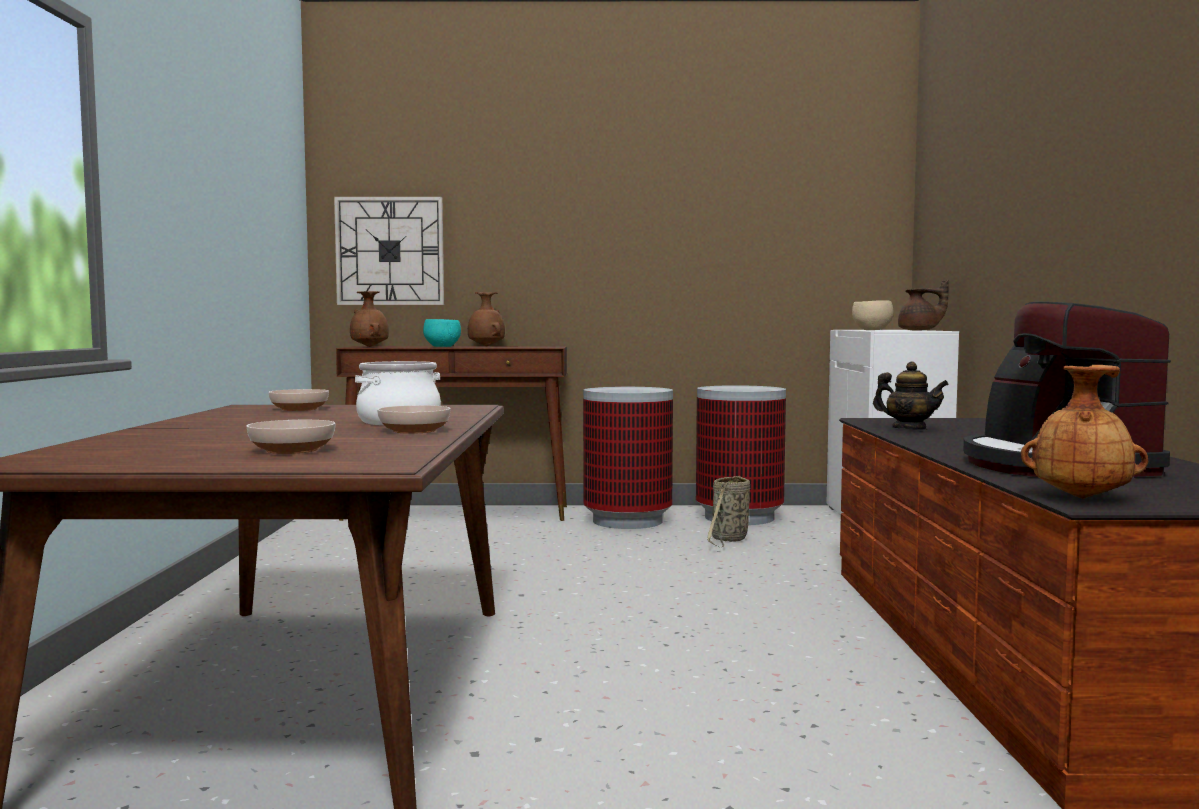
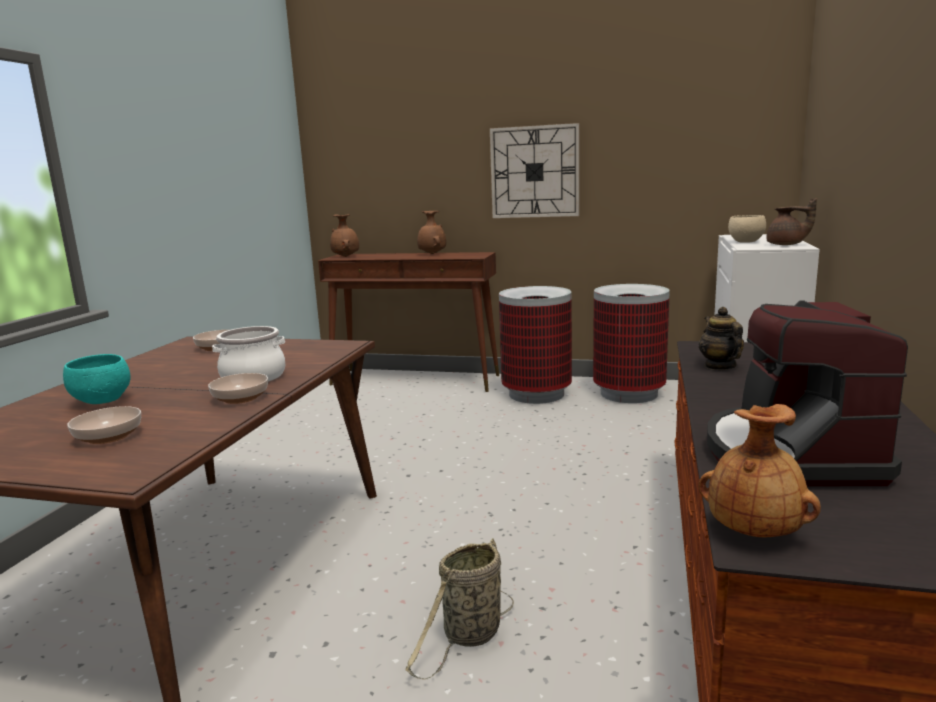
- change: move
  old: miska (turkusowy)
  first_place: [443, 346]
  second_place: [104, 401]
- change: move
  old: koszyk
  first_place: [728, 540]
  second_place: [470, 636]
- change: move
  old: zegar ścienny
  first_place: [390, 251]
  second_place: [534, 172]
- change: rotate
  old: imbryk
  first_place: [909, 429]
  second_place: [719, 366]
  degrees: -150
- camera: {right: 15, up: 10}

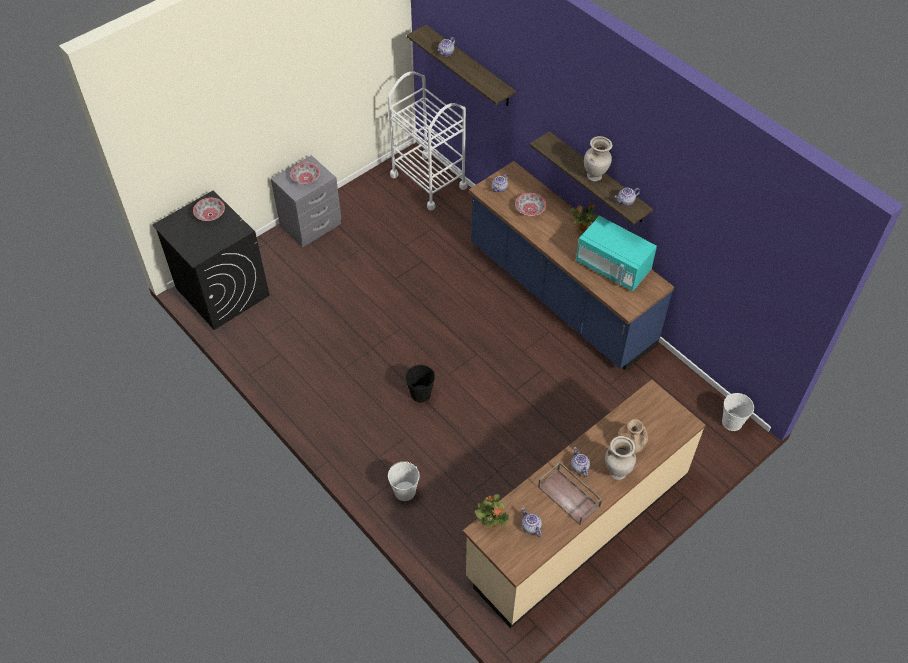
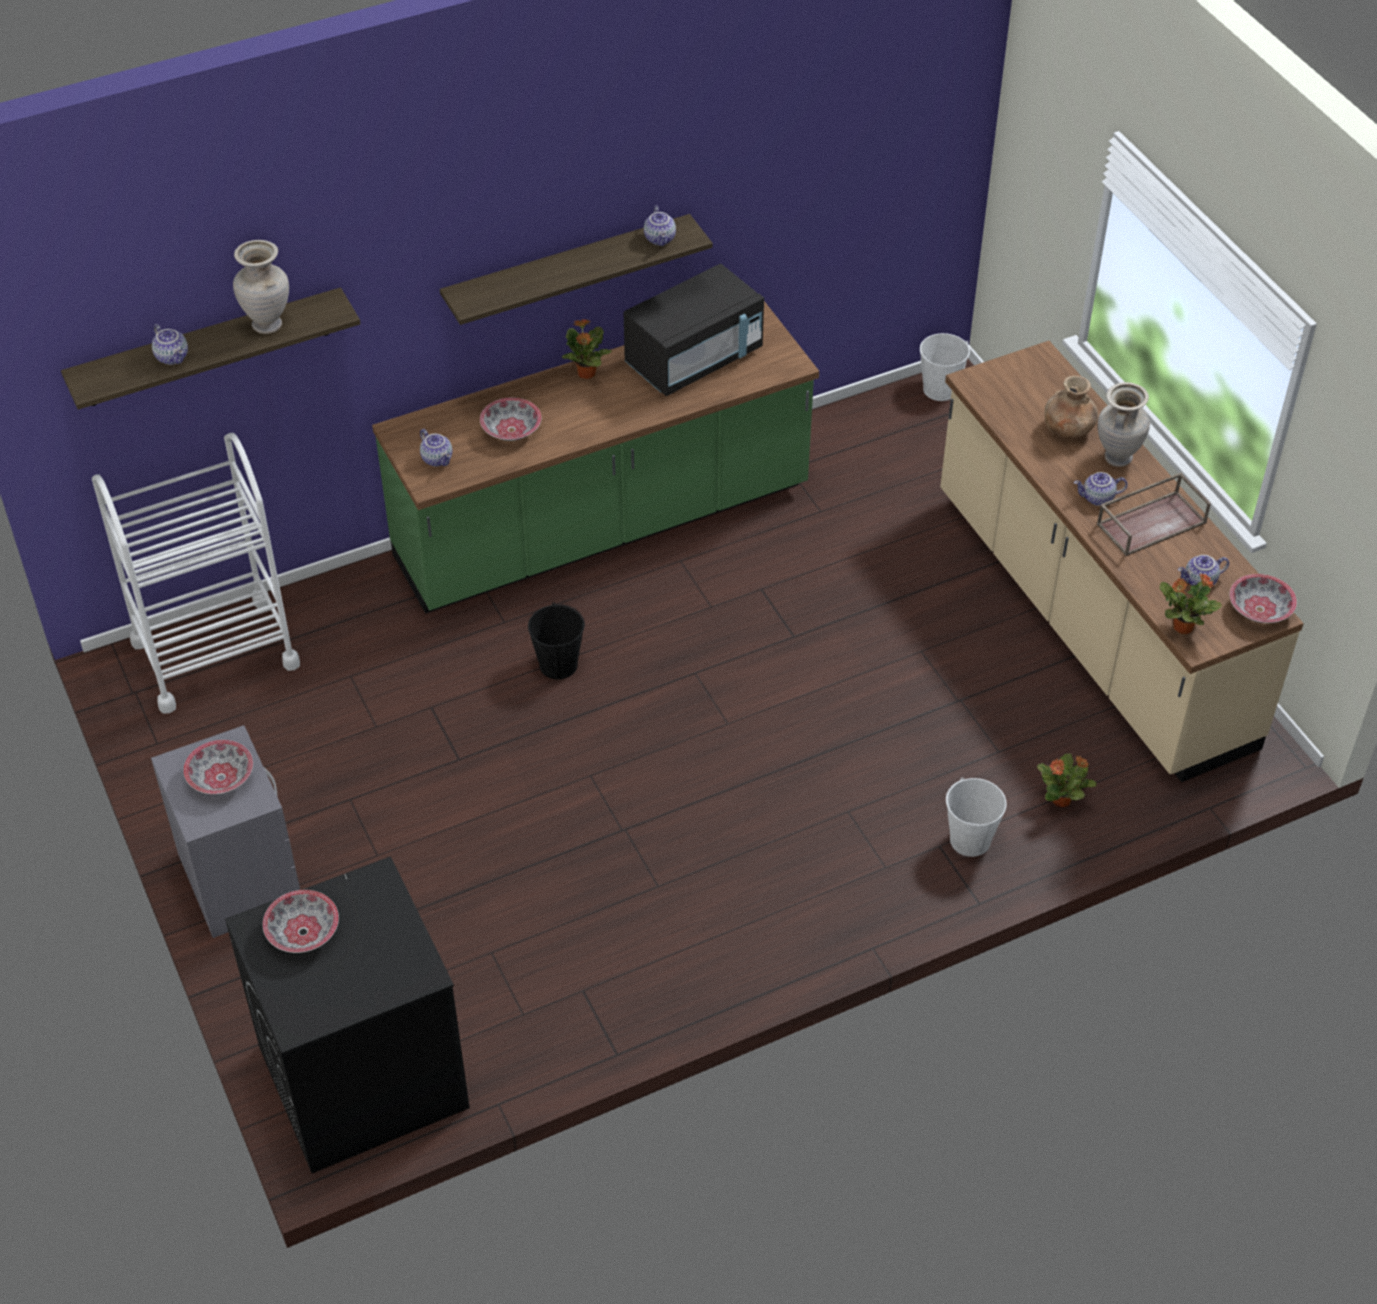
- change: move
  old: wazon (beżowy)
  first_place: [595, 177]
  second_place: [268, 324]
- change: recolor
  old: zabudowa kuchenna (niebieski)
  new: zabudowa kuchenna (zielony)
  first_place: [560, 295]
  second_place: [603, 526]
- change: move
  old: wiadro (czarny)
  first_place: [420, 393]
  second_place: [558, 665]
- change: recolor
  old: mikrofalówka (turkusowy)
  new: mikrofalówka (czarny)
  first_place: [613, 267]
  second_place: [694, 359]
- change: insert
  new: roślina doniczkowa
  second_place: [1062, 800]
- change: insert
  new: miska
  second_place: [1259, 609]
- camera: {right: -75, up: -5}

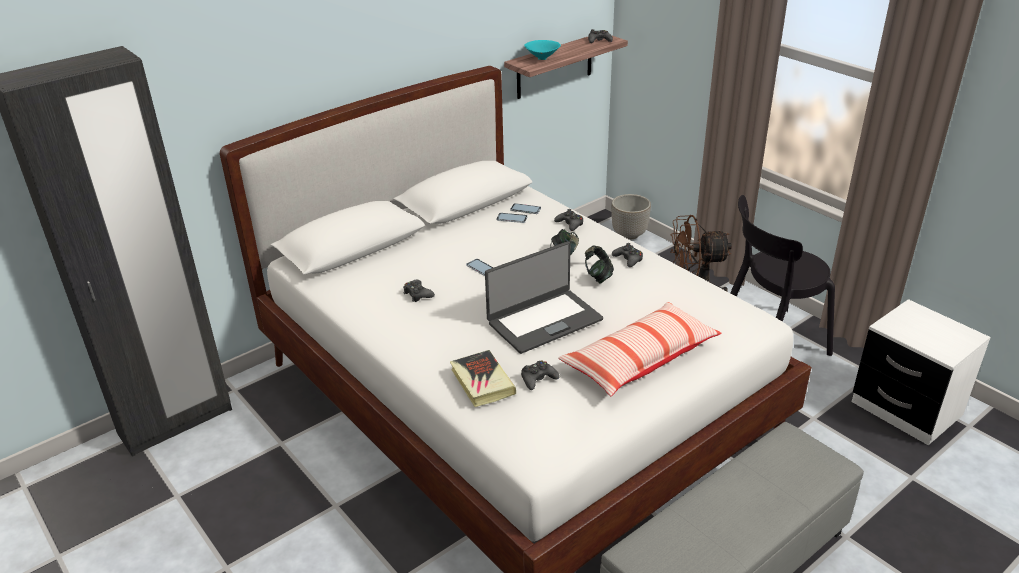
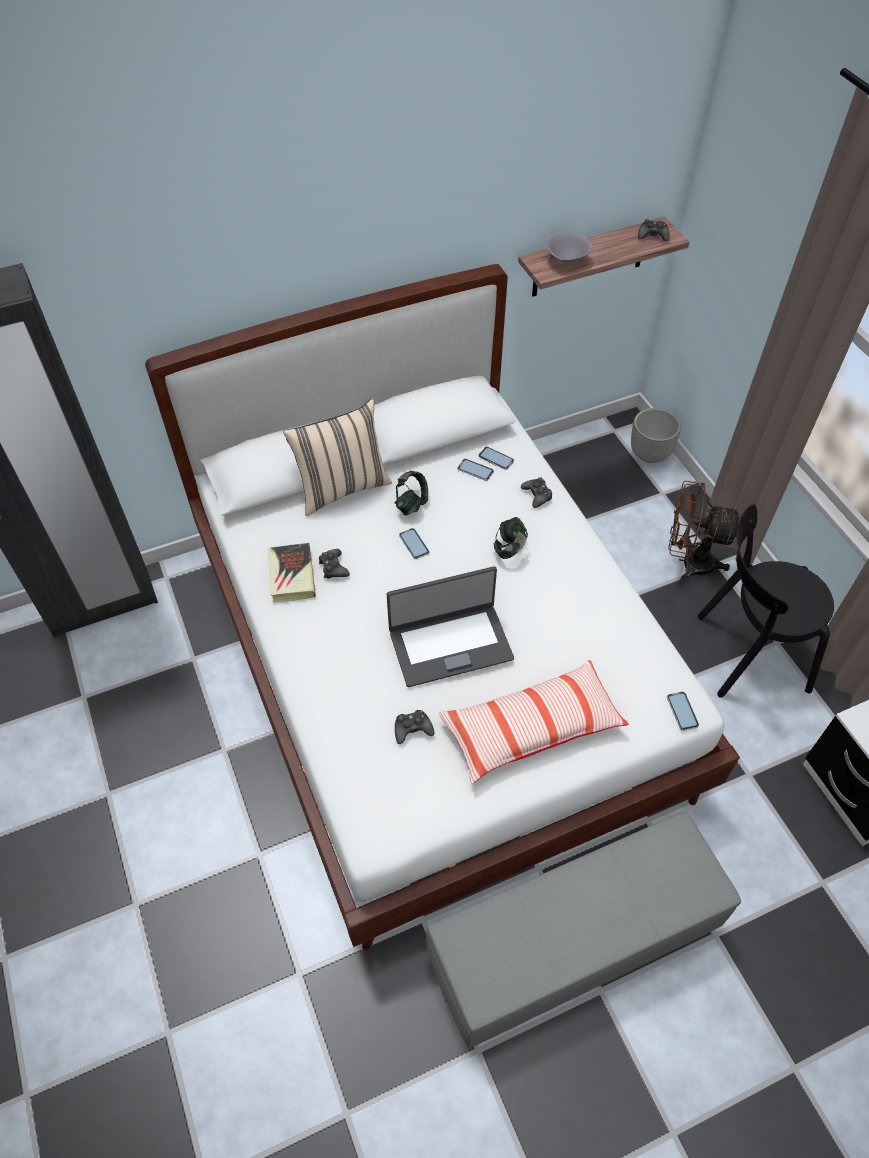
- change: move
  old: książka
  first_place: [482, 382]
  second_place: [291, 575]
- change: insert
  new: poduszka (beżowy)
  second_place: [342, 487]
- change: move
  old: słuchawki
  first_place: [598, 276]
  second_place: [411, 503]
- change: recolor
  old: miska (turkusowy)
  new: miska (szary)
  first_place: [542, 59]
  second_place: [566, 260]
- change: insert
  new: telefon
  second_place: [682, 711]
- change: delete
  old: pad do gier (czarny)
  first_place: [628, 259]
- camera: {right: 15, up: 20}

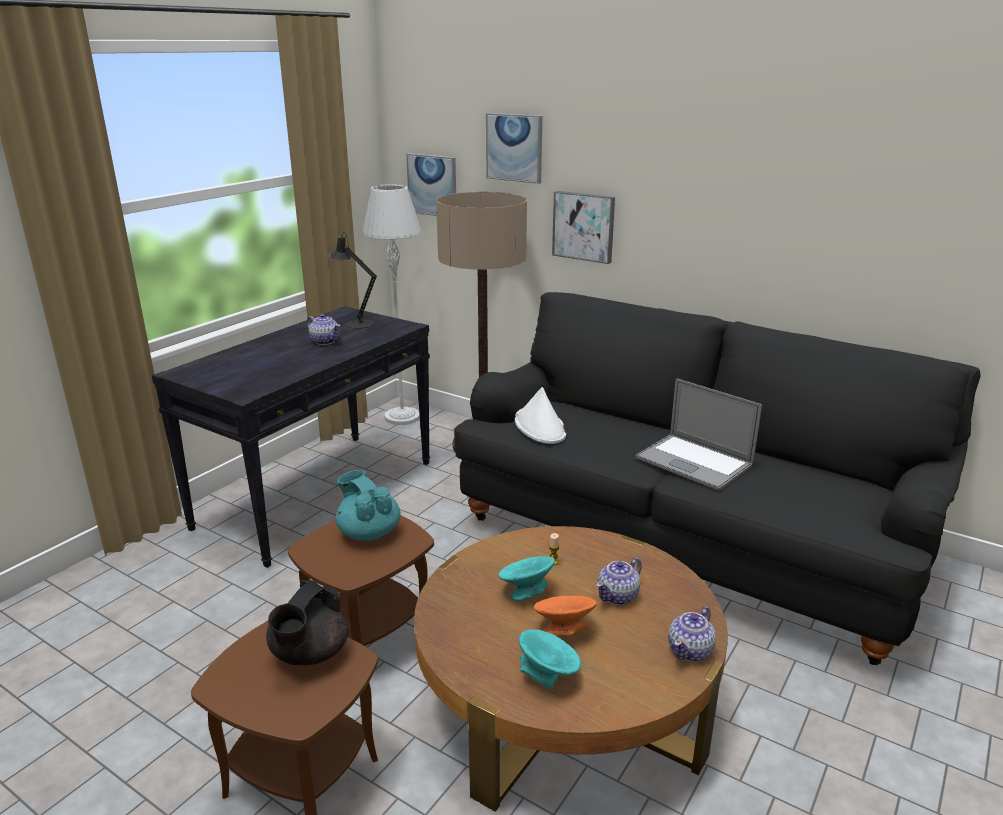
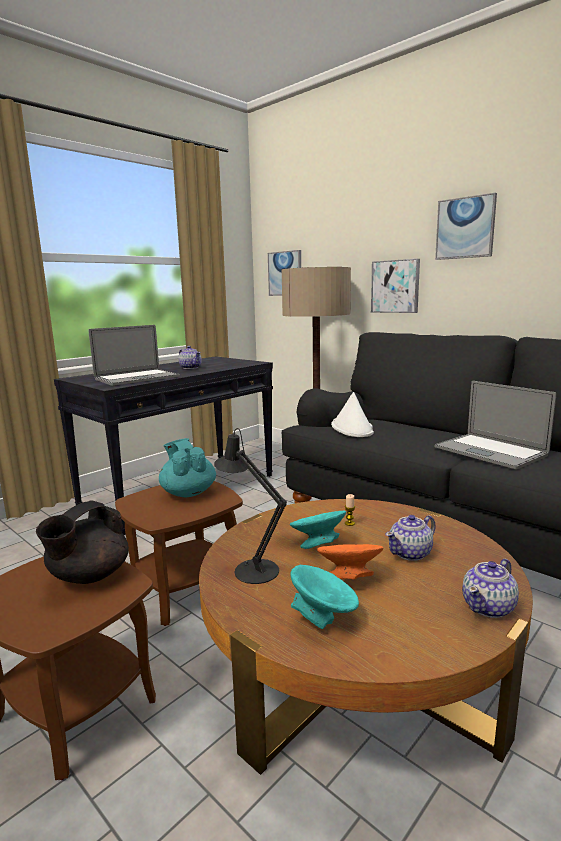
- change: insert
  new: laptop
  second_place: [137, 378]
- change: move
  old: lampa stołowa (czarny)
  first_place: [356, 323]
  second_place: [251, 568]
- change: move
  old: obraz
  first_place: [514, 147]
  second_place: [465, 228]
- change: delete
  old: lampa stojąca (szary)
  first_place: [402, 417]
- camera: {right: 10, up: -10}

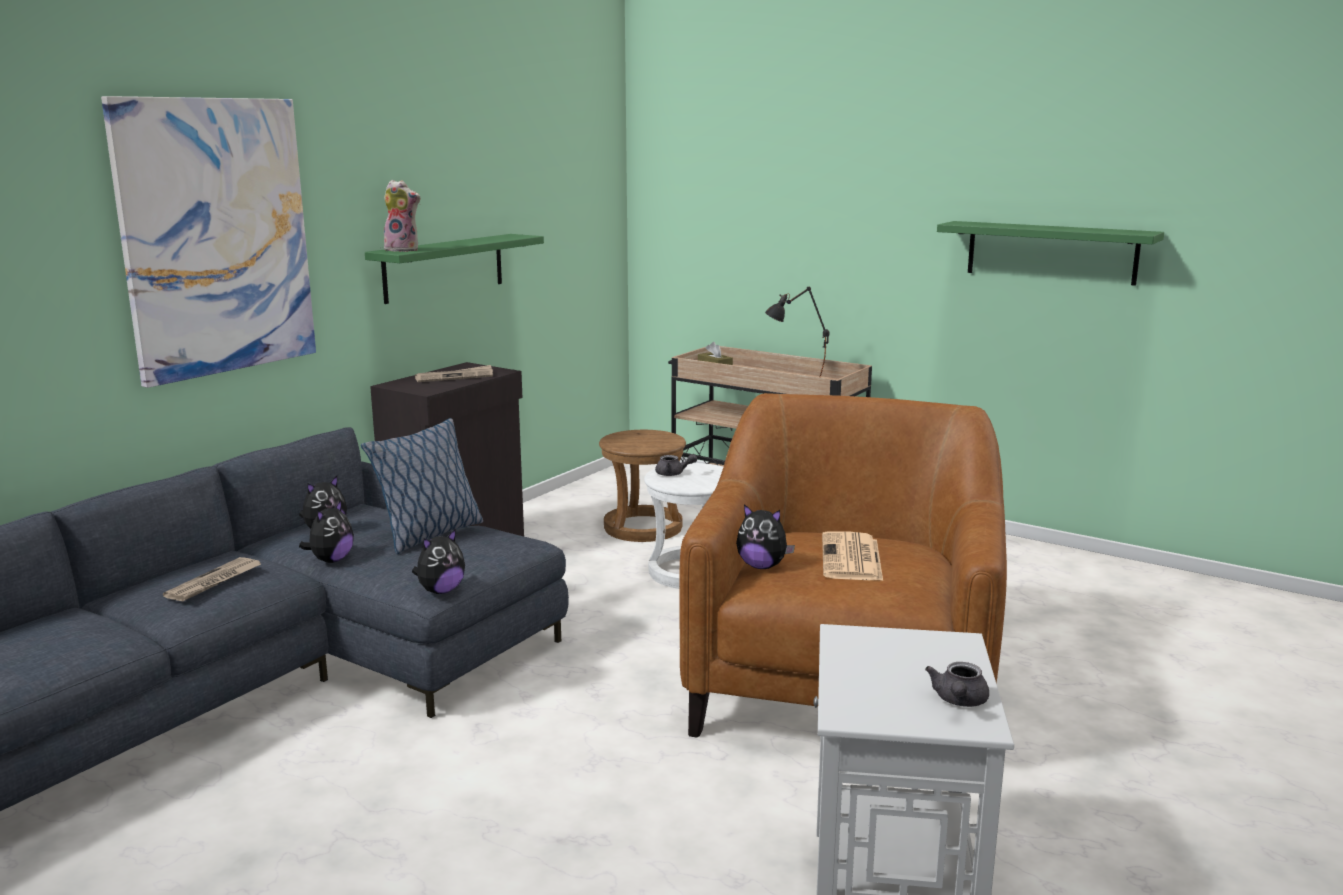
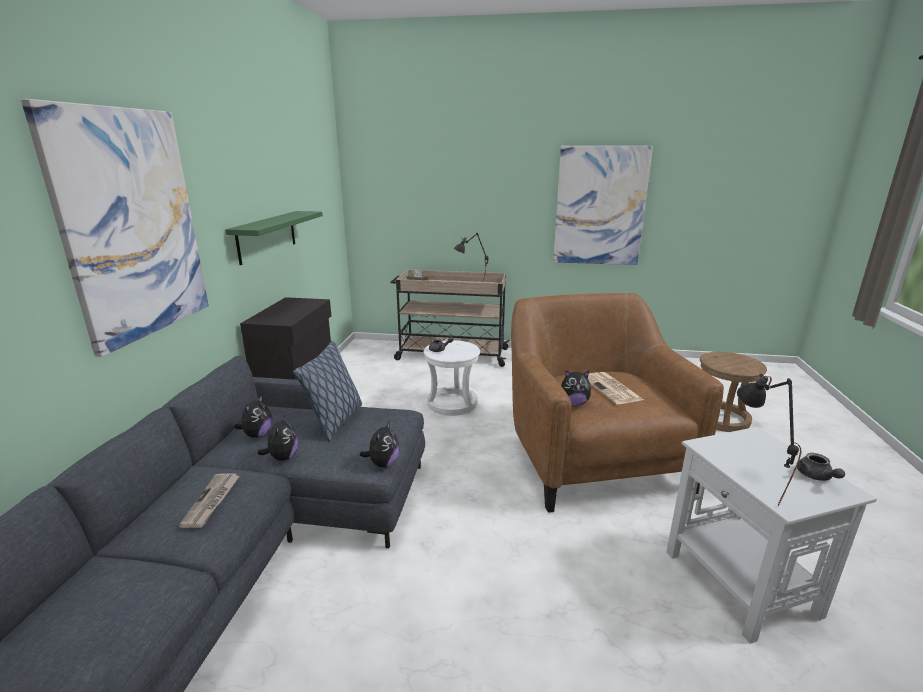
- change: replace
  old: półka (zielony)
  new: obraz
  first_place: [1051, 252]
  second_place: [599, 206]
- change: move
  old: stołek (brązowy)
  first_place: [643, 528]
  second_place: [721, 418]
- change: insert
  new: lampa stołowa (czarny)
  second_place: [749, 488]
- change: delete
  old: pluszak
  first_place: [404, 250]
- change: delete
  old: gazeta
  first_place: [455, 377]
- camera: {right: -25, up: 5}

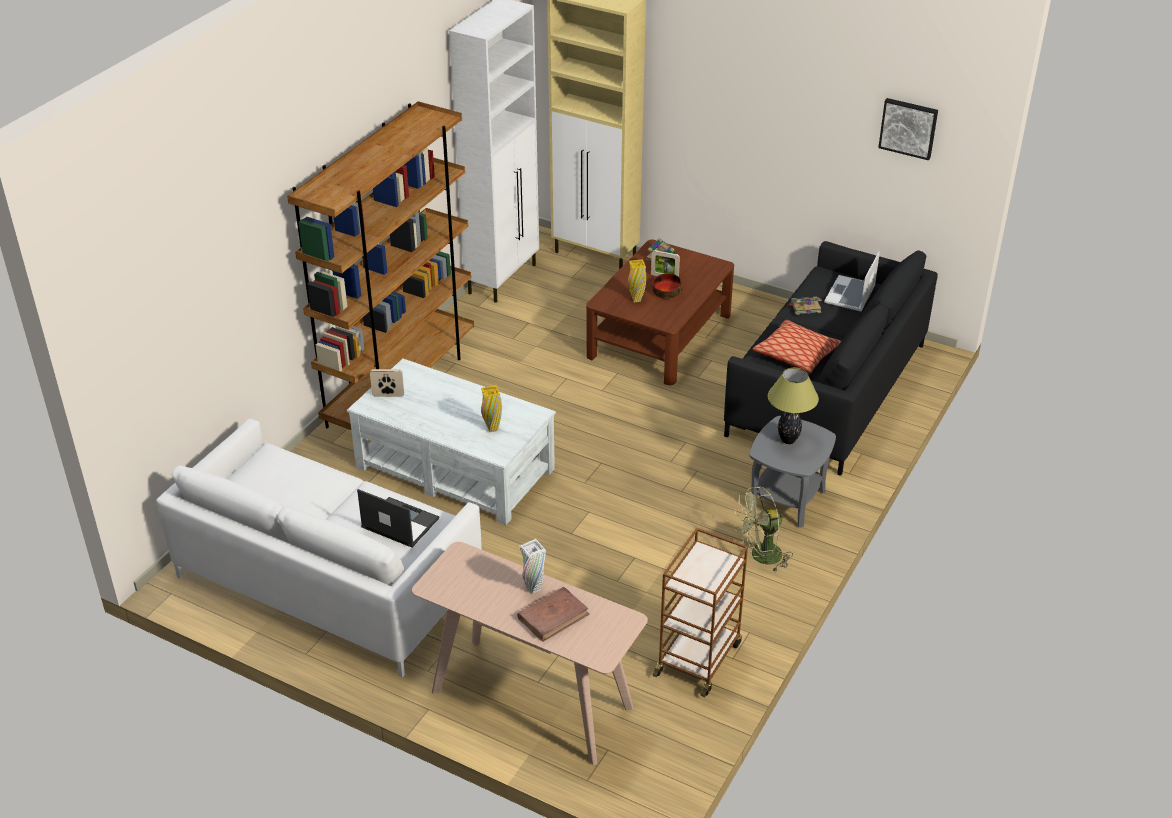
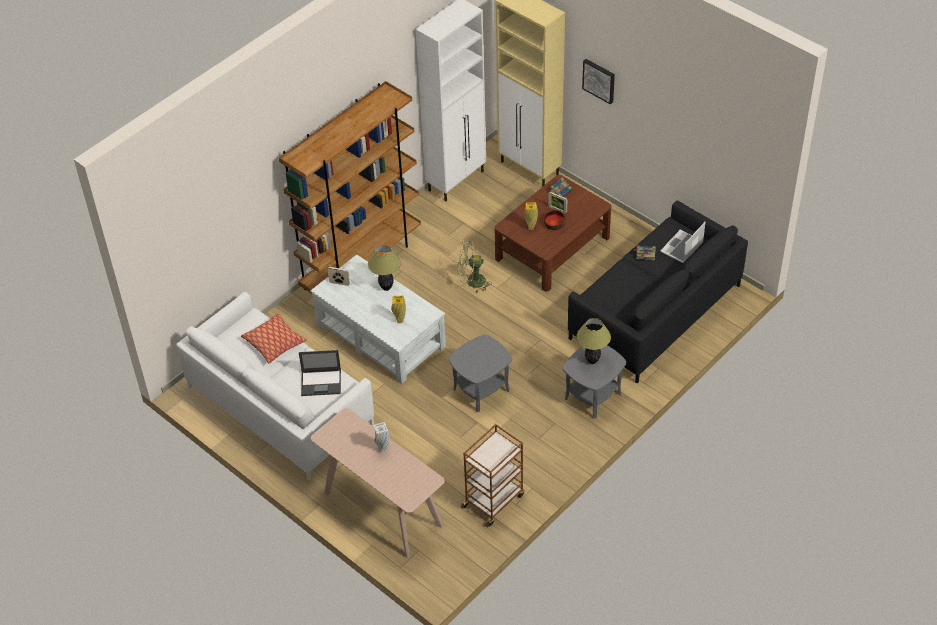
- change: move
  old: poduszka
  first_place: [796, 354]
  second_place: [274, 343]
- change: rotate
  old: laptop
  first_place: [399, 522]
  second_place: [321, 382]
  degrees: 135
- change: insert
  new: lampa stołowa
  second_place: [386, 287]
- change: insert
  new: stolik (szary)
  second_place: [481, 390]
- change: move
  old: wentylator (zielony)
  first_place: [760, 557]
  second_place: [471, 282]
- change: move
  old: obraz
  first_place: [908, 127]
  second_place: [599, 80]
- change: delete
  old: książka (brązowy)
  first_place: [553, 616]
- camera: {right: 15, up: 10}

